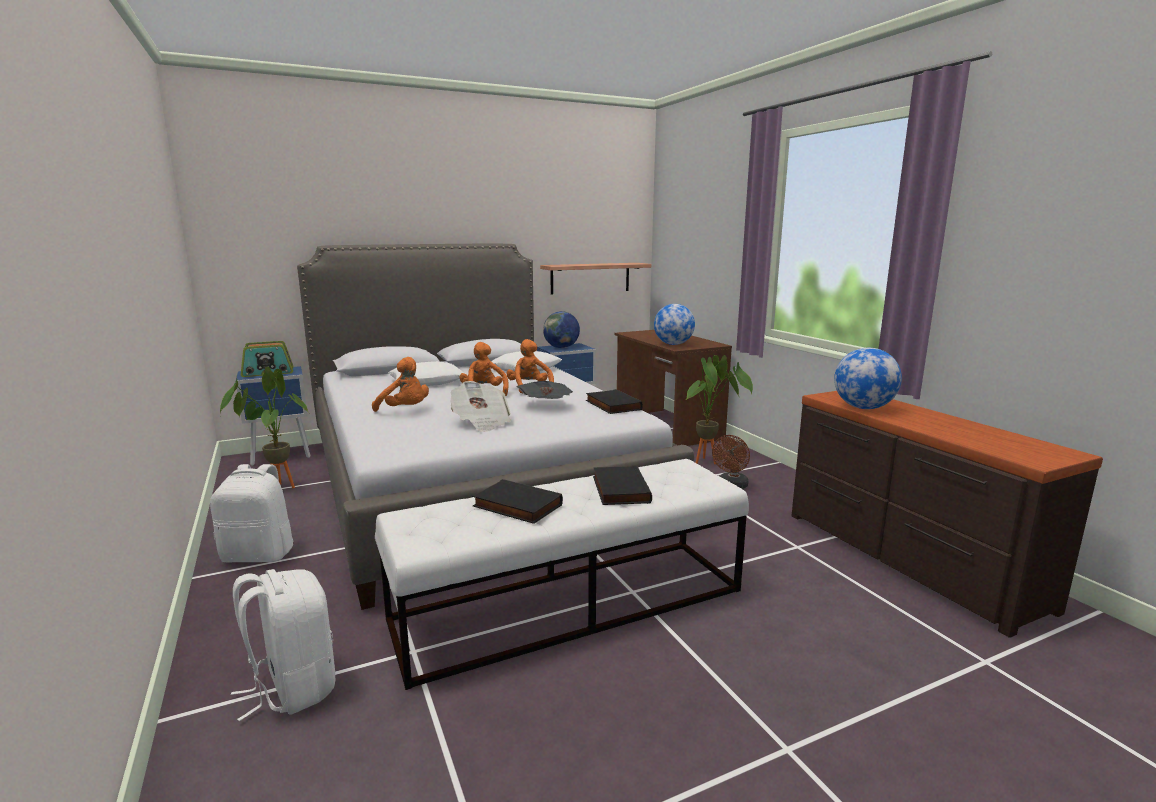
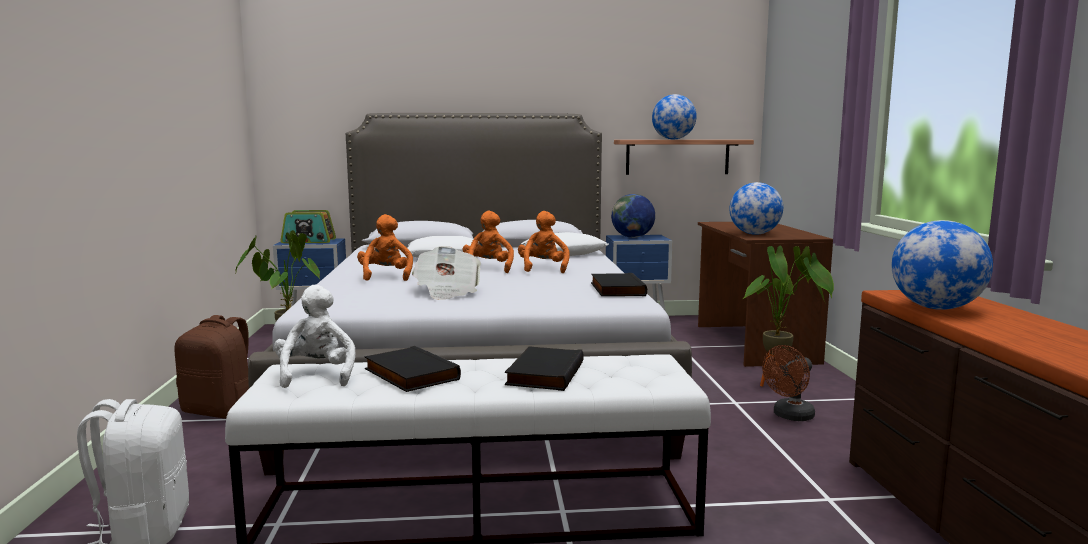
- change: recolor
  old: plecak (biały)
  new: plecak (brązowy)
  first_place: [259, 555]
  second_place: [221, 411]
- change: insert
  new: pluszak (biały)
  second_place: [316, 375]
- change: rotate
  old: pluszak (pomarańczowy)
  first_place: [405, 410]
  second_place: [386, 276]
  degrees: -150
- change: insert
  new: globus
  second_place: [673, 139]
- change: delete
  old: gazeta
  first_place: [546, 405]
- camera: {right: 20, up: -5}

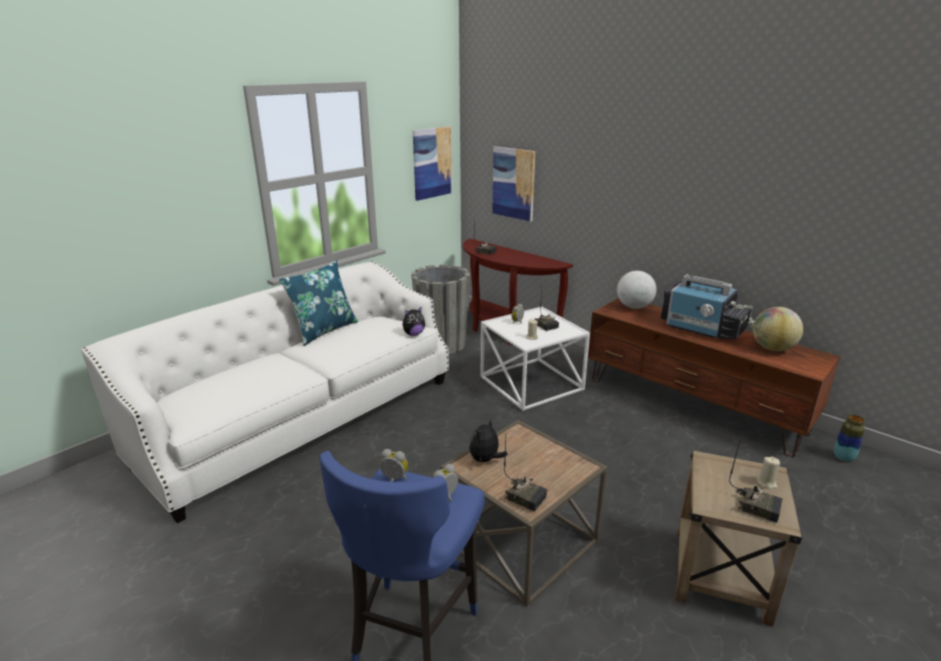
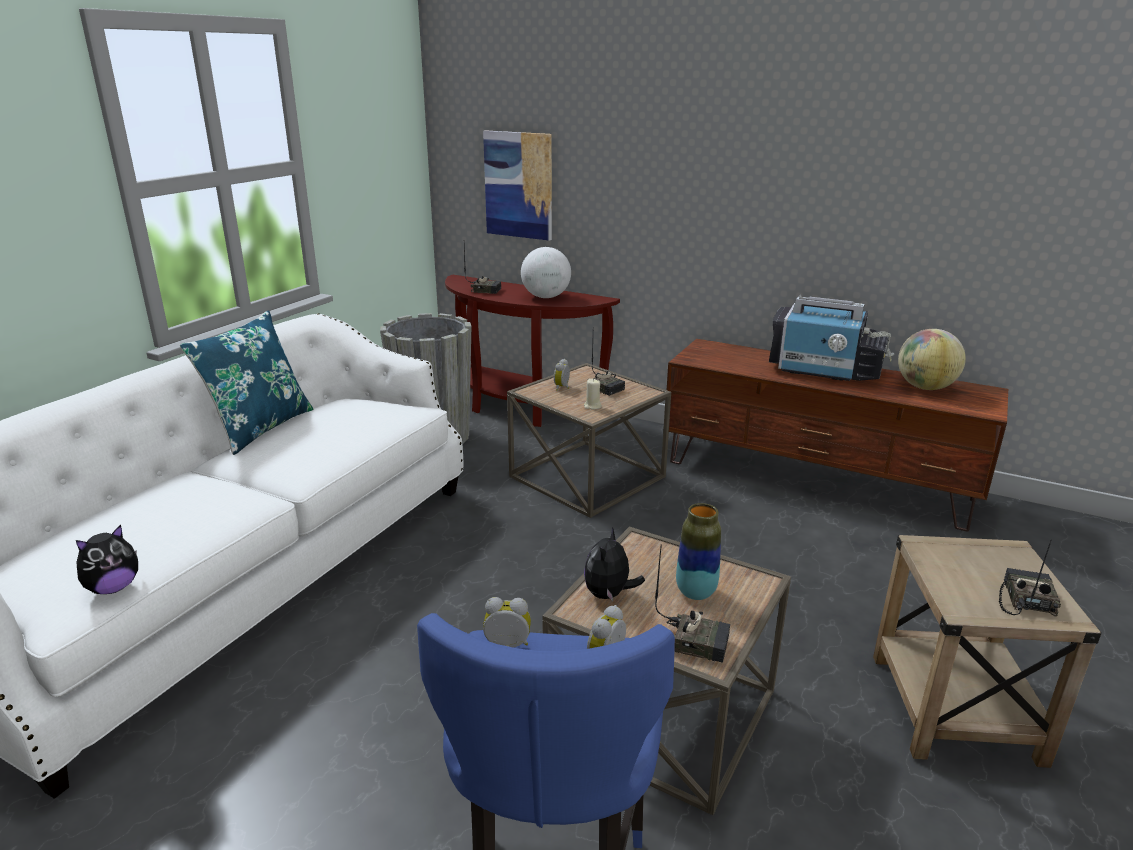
- change: move
  old: pluszak
  first_place: [413, 334]
  second_place: [113, 588]
- change: recolor
  old: stolik (biały)
  new: stolik (brązowy)
  first_place: [531, 383]
  second_place: [587, 477]
- change: move
  old: globus
  first_place: [634, 307]
  second_place: [546, 297]
- change: move
  old: wazon
  first_place: [843, 457]
  second_place: [695, 592]
- change: rotate
  old: radio
  first_place: [757, 506]
  second_place: [1024, 599]
  degrees: -90
- change: delete
  old: obraz
  first_place: [432, 163]
- change: delete
  old: świeca (beżowy)
  first_place: [766, 483]
- camera: {right: -15, up: 0}

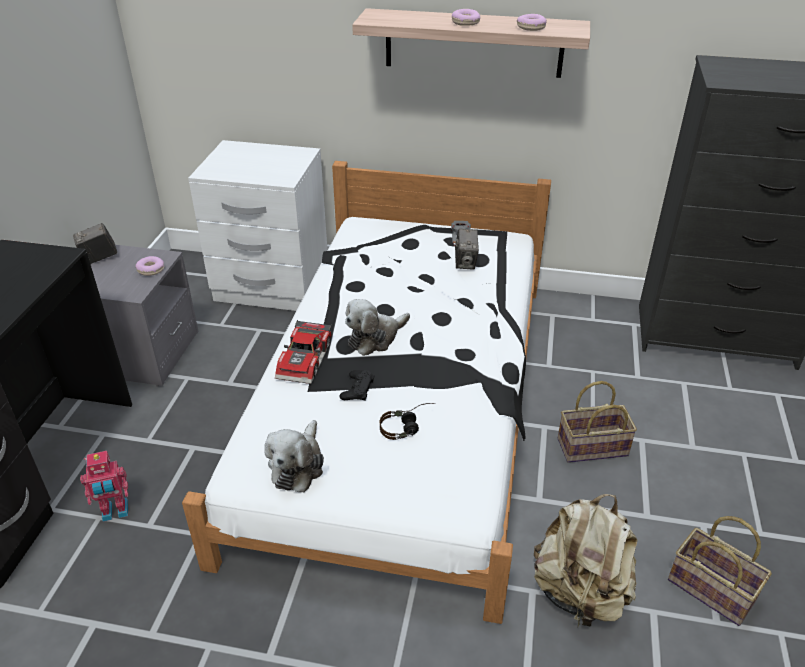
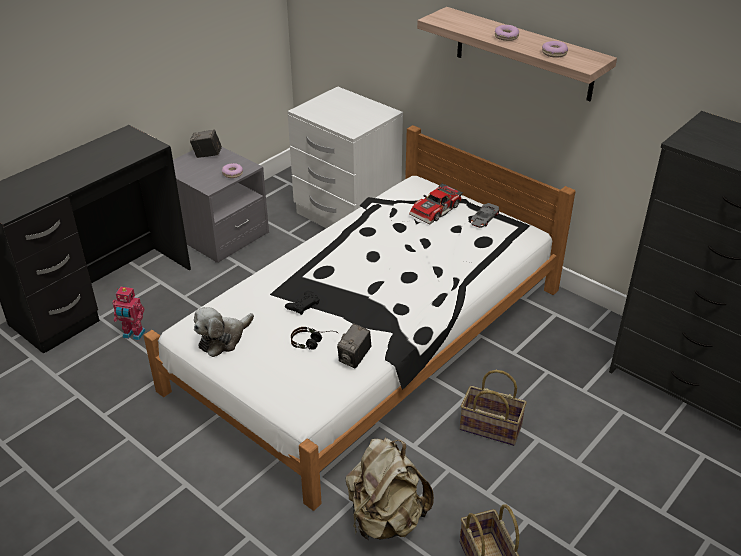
- change: move
  old: aparat fotograficzny
  first_place: [465, 263]
  second_place: [354, 358]
- change: move
  old: samochodzik
  first_place: [307, 360]
  second_place: [437, 210]
- change: delete
  old: pluszak
  first_place: [375, 338]
- camera: {right: 30, up: 0}

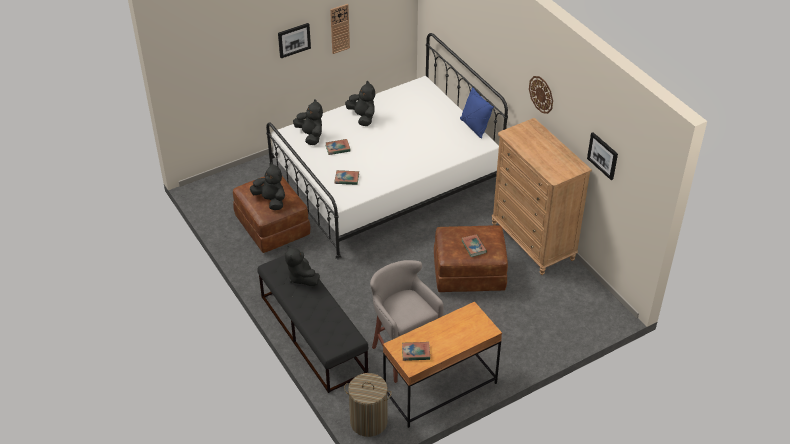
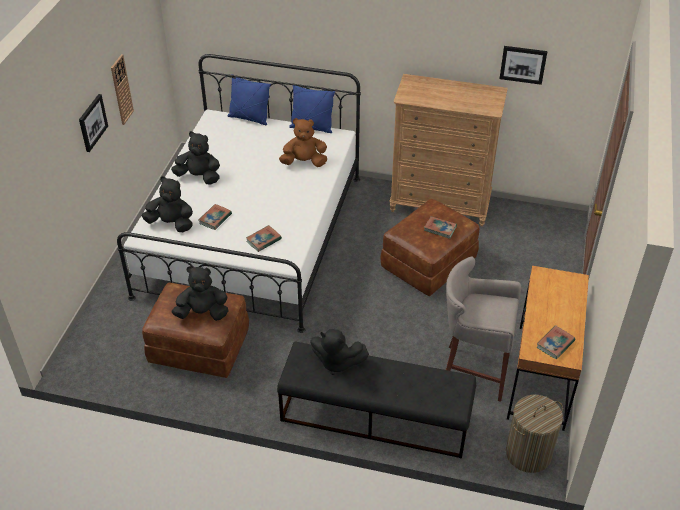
- change: insert
  new: poduszka (niebieski)
  second_place: [249, 118]
- change: insert
  new: pluszak (brązowy)
  second_place: [304, 162]
- change: delete
  old: zegar ścienny
  first_place: [541, 94]
- camera: {right: -45, up: 0}

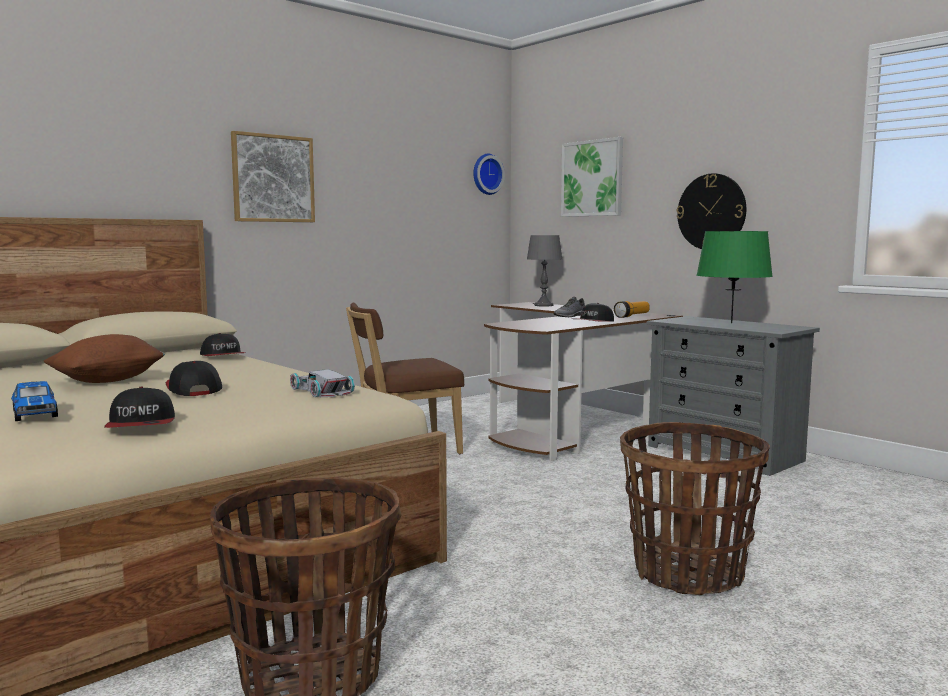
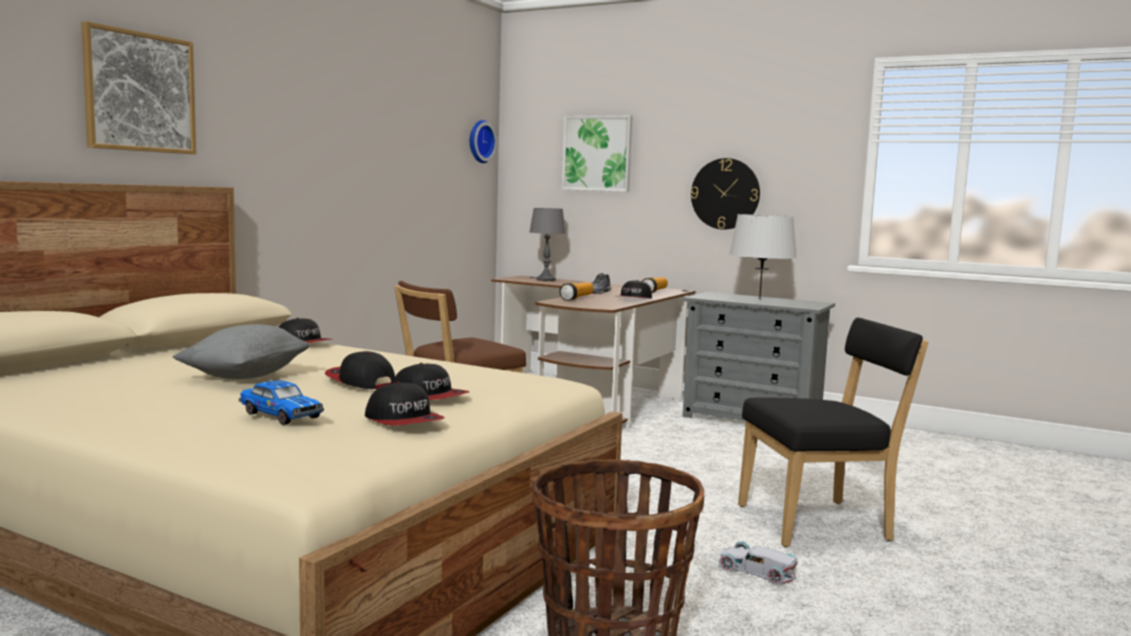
- change: move
  old: obraz
  first_place: [273, 178]
  second_place: [139, 92]
- change: recolor
  old: poduszka (brązowy)
  new: poduszka (szary)
  first_place: [107, 381]
  second_place: [245, 376]
- change: insert
  new: czapka z daszkiem
  second_place: [430, 397]
- change: insert
  new: latarka
  second_place: [577, 298]
- change: move
  old: samochodzik (biały)
  first_place: [322, 390]
  second_place: [756, 569]
- change: recolor
  old: lampa stołowa (zielony)
  new: lampa stołowa (szary)
  first_place: [731, 323]
  second_place: [759, 299]
- change: replace
  old: koszyk
  new: krzesło (czarny)
  first_place: [688, 573]
  second_place: [820, 523]
- camera: {right: -20, up: 0}

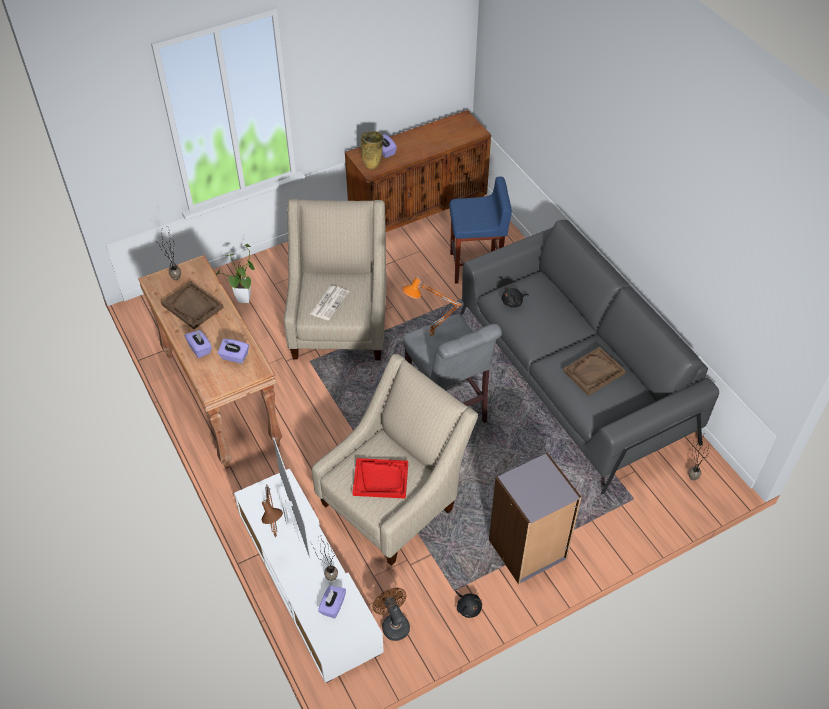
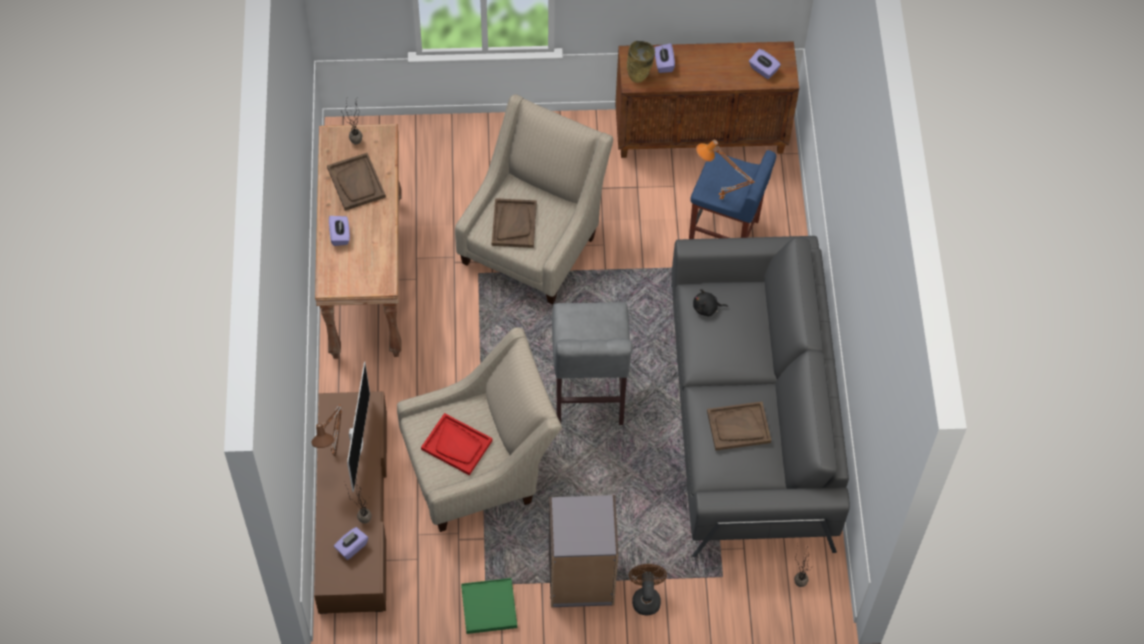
- change: recolor
  old: szafka pod telewizor (biały)
  new: szafka pod telewizor (brązowy)
  first_place: [308, 581]
  second_place: [353, 511]
- change: replace
  old: pluszak (czarny)
  new: taca (zielony)
  first_place: [468, 607]
  second_place: [489, 607]
- change: replace
  old: gazeta
  new: taca (brązowy)
  first_place: [329, 302]
  second_place: [514, 224]
- change: move
  old: wentylator (brązowy)
  first_place: [393, 624]
  second_place: [646, 597]
- change: move
  old: lampa stołowa (pomarańczowy)
  first_place: [431, 337]
  second_place: [720, 200]
- change: move
  old: pudełko chusteczek (fioletowy)
  first_place: [234, 357]
  second_place: [763, 70]
- change: delete
  old: roślina doniczkowa
  first_place: [243, 301]
- camera: {right: 25, up: 10}

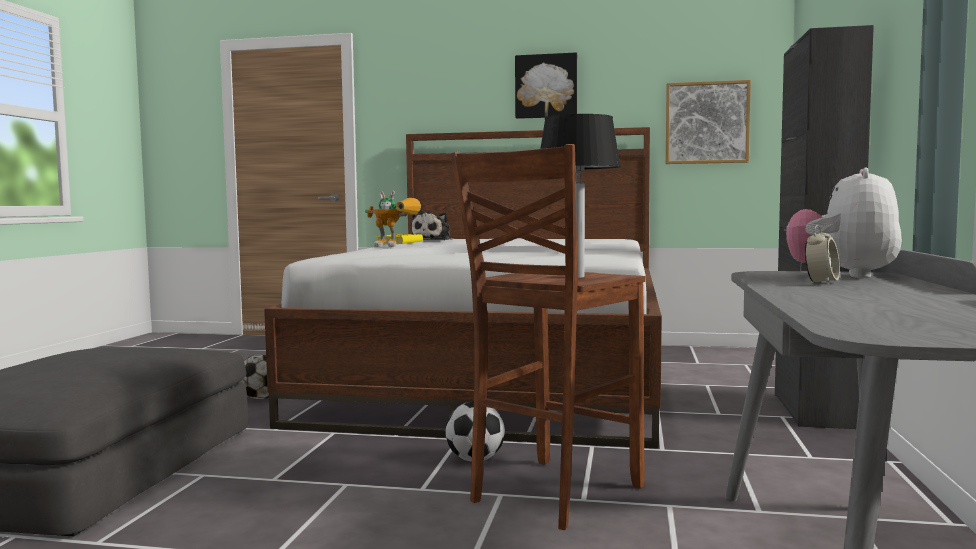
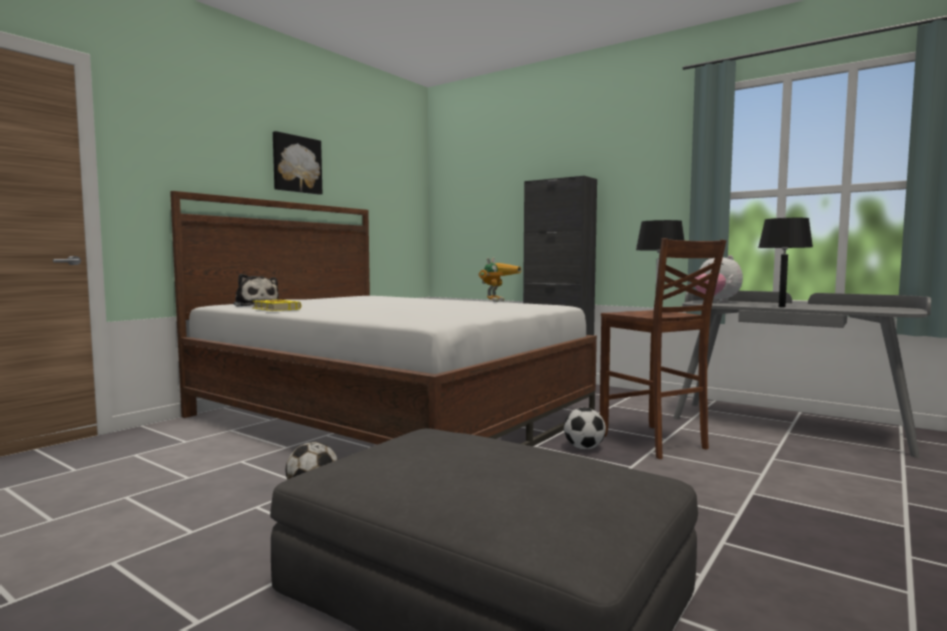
- change: move
  old: robot zabawkowy
  first_place: [396, 246]
  second_place: [496, 300]
- change: insert
  new: lampa stołowa (czarny)
  second_place: [782, 307]
- change: delete
  old: obraz
  first_place: [707, 123]
- change: delete
  old: budzik
  first_place: [821, 282]
- camera: {right: -65, up: 0}

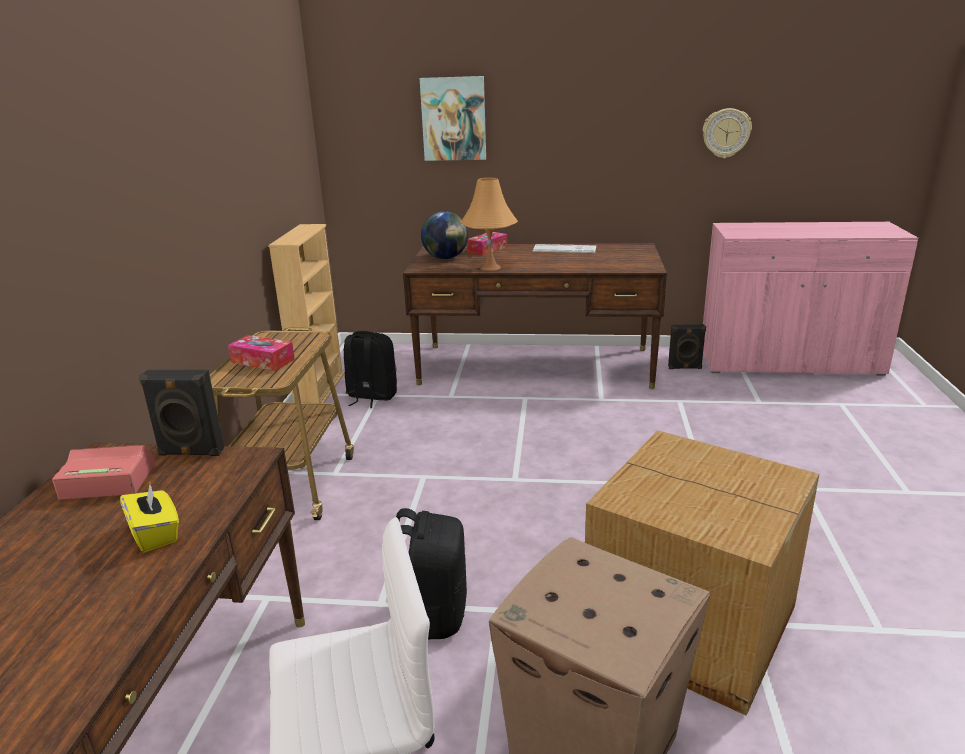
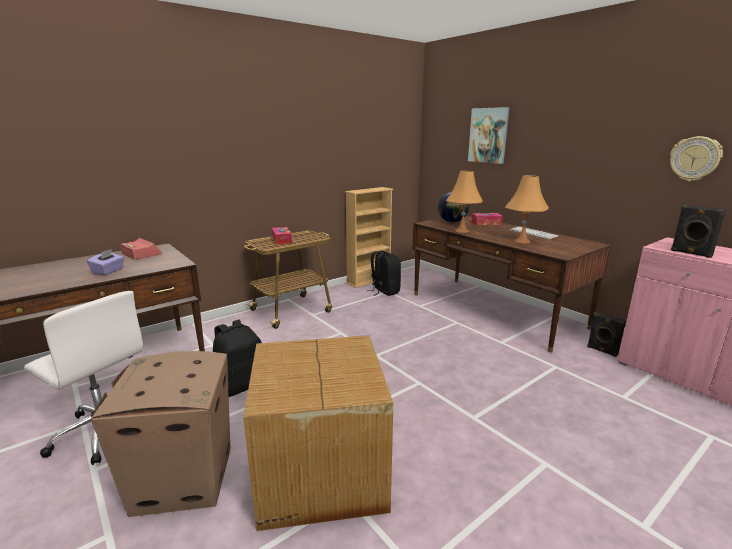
- change: recolor
  old: pudełko chusteczek (żółty)
  new: pudełko chusteczek (fioletowy)
  first_place: [155, 534]
  second_place: [108, 271]
- change: insert
  new: lampa stołowa (pomarańczowy)
  second_place: [522, 241]
- change: move
  old: głośnik (czarny)
  first_place: [190, 453]
  second_place: [691, 253]
- camera: {right: 45, up: -5}

